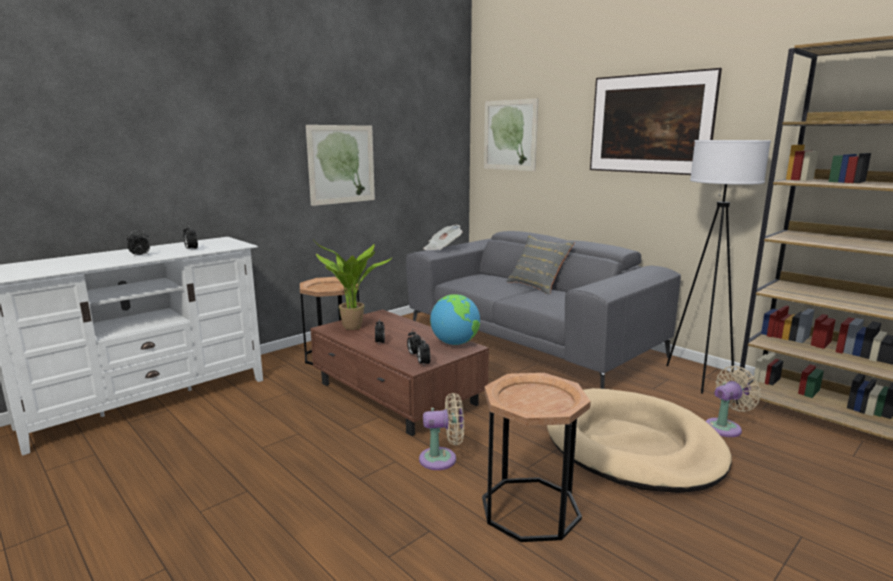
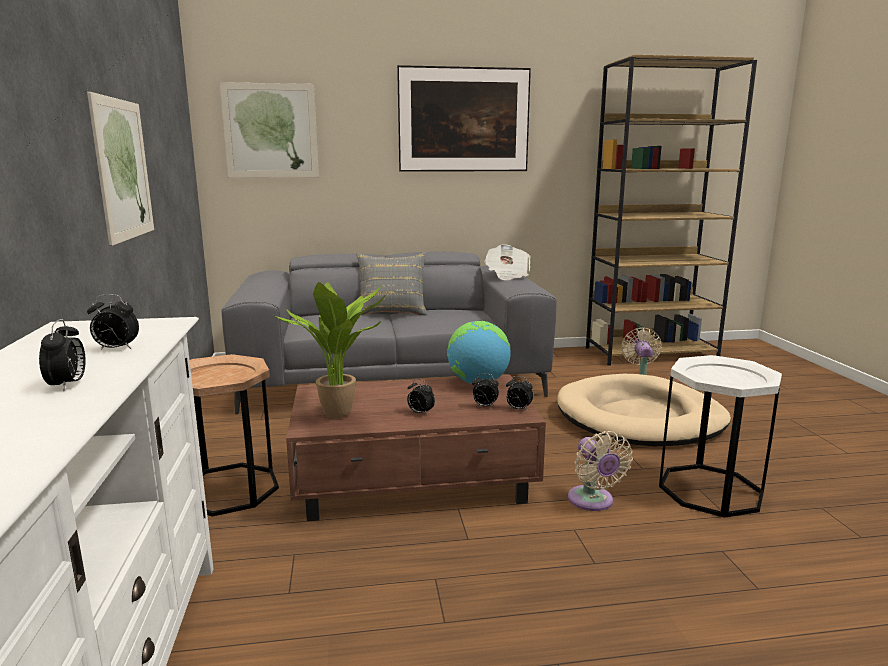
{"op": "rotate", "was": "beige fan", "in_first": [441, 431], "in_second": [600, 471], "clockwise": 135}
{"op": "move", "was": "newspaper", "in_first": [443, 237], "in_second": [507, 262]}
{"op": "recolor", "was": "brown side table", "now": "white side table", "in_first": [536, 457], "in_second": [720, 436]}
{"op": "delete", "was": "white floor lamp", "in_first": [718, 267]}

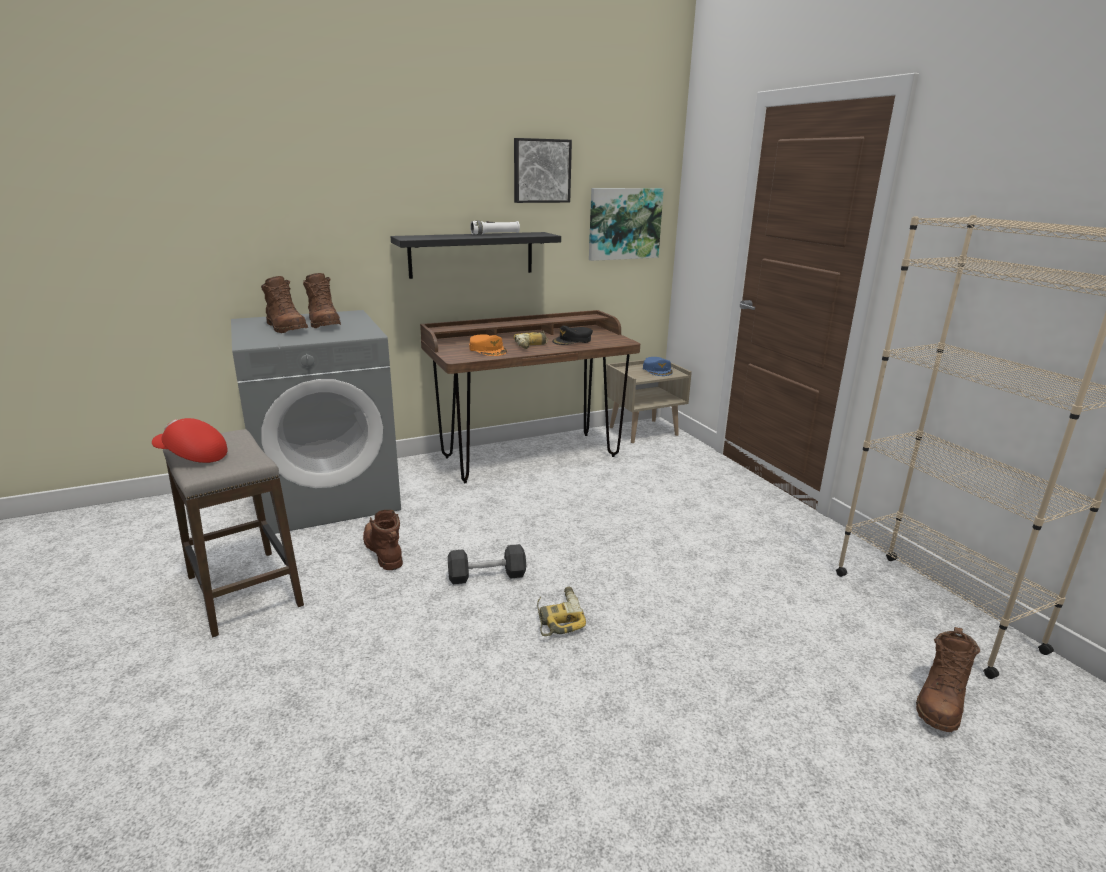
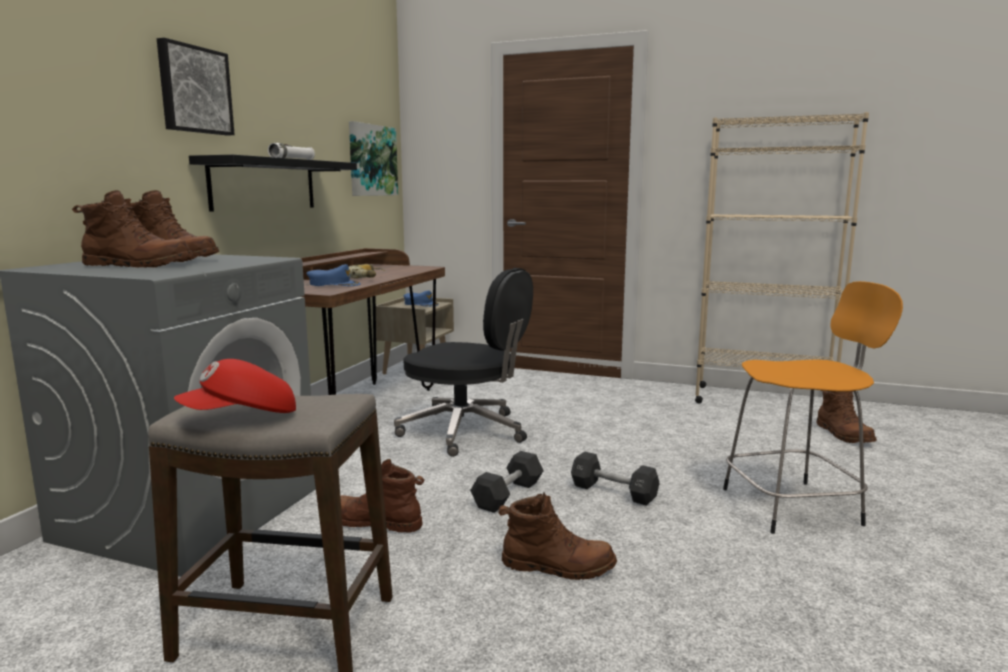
{"op": "recolor", "was": "orange cap", "now": "blue cap", "in_first": [488, 345], "in_second": [333, 275]}
{"op": "move", "was": "picture", "in_first": [543, 170], "in_second": [196, 87]}
{"op": "replace", "was": "power drill", "now": "black dumbbell", "in_first": [561, 611], "in_second": [615, 478]}
{"op": "delete", "was": "black cap", "in_first": [572, 335]}
{"op": "insert", "now": "black office chair", "in_second": [463, 362]}
{"op": "insert", "now": "brown boot", "in_second": [557, 536]}
{"op": "insert", "now": "orange stool", "in_second": [813, 407]}

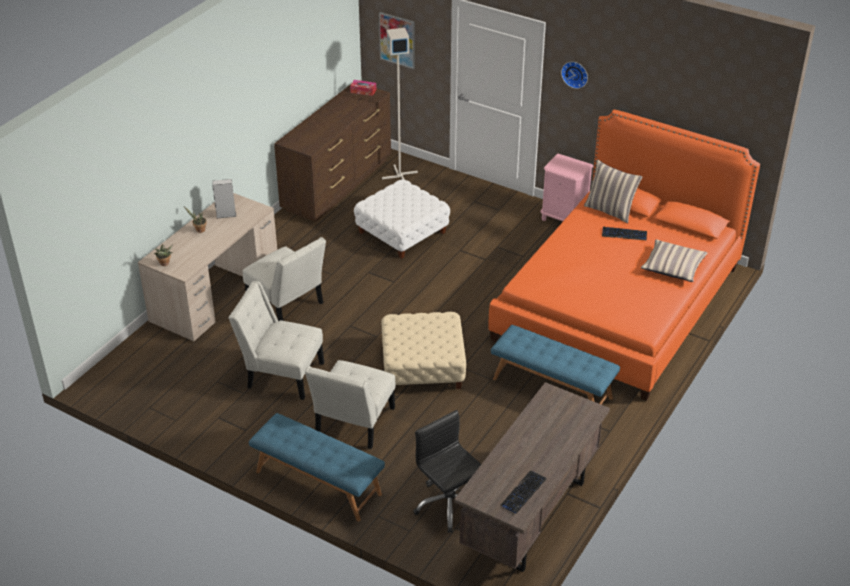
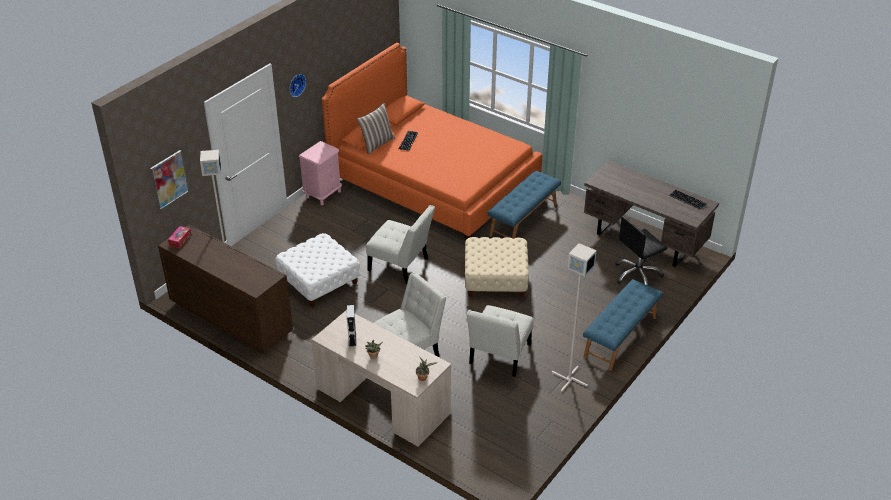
{"op": "move", "was": "white chair", "in_first": [350, 404], "in_second": [400, 244]}
{"op": "delete", "was": "pillow", "in_first": [674, 260]}
{"op": "insert", "now": "grey floor lamp", "in_second": [574, 317]}

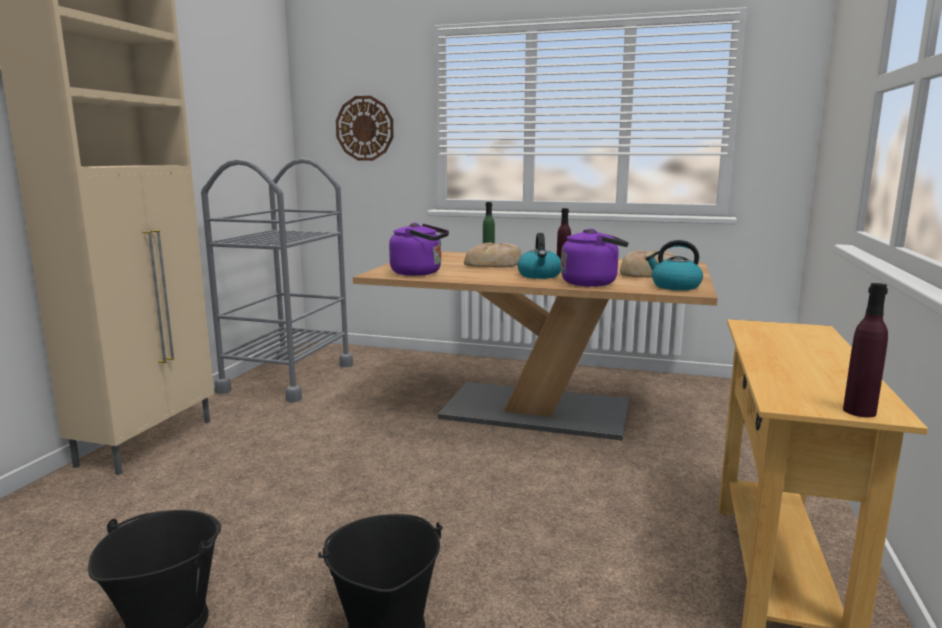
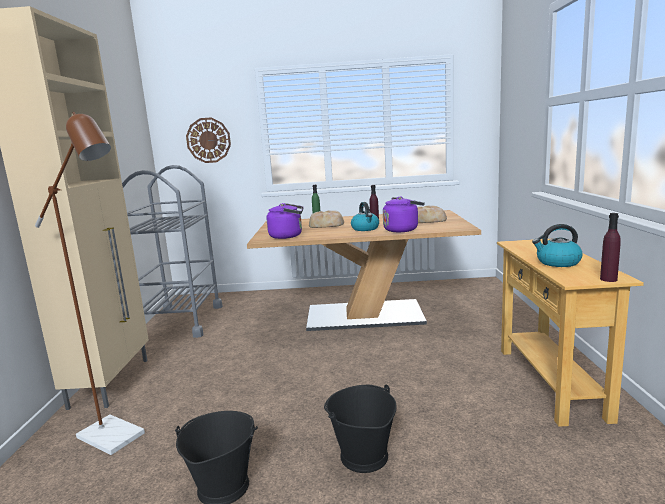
{"op": "move", "was": "kettle", "in_first": [674, 265], "in_second": [557, 245]}
{"op": "insert", "now": "brown floor lamp", "in_second": [90, 283]}

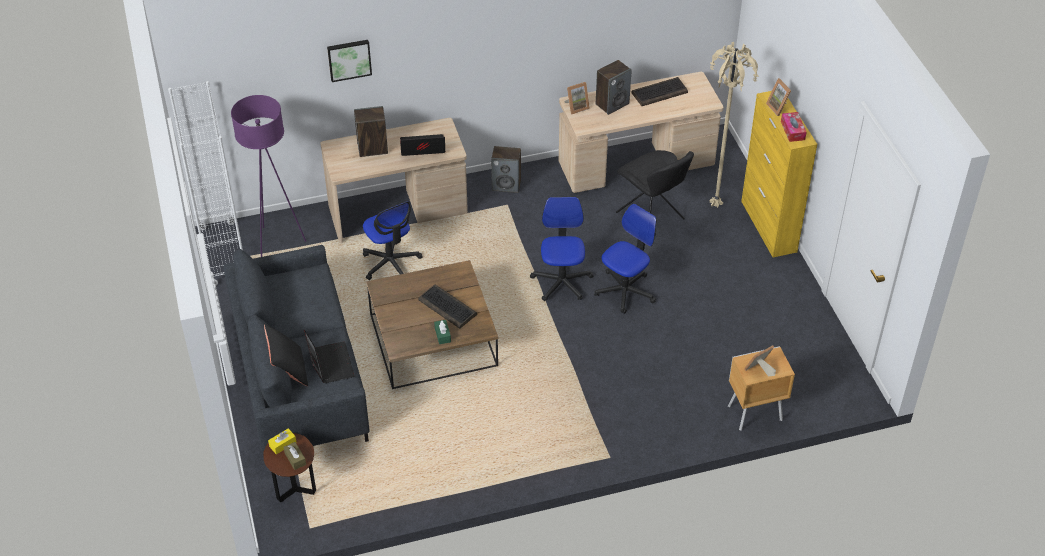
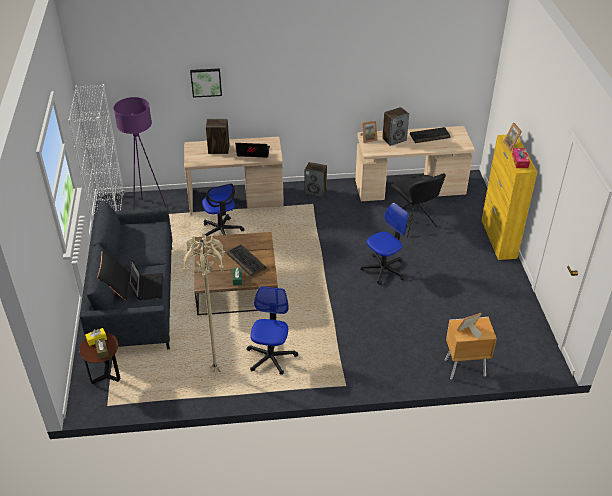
{"op": "move", "was": "office chair", "in_first": [562, 249], "in_second": [272, 330]}
{"op": "move", "was": "beige floor lamp", "in_first": [733, 125], "in_second": [204, 303]}

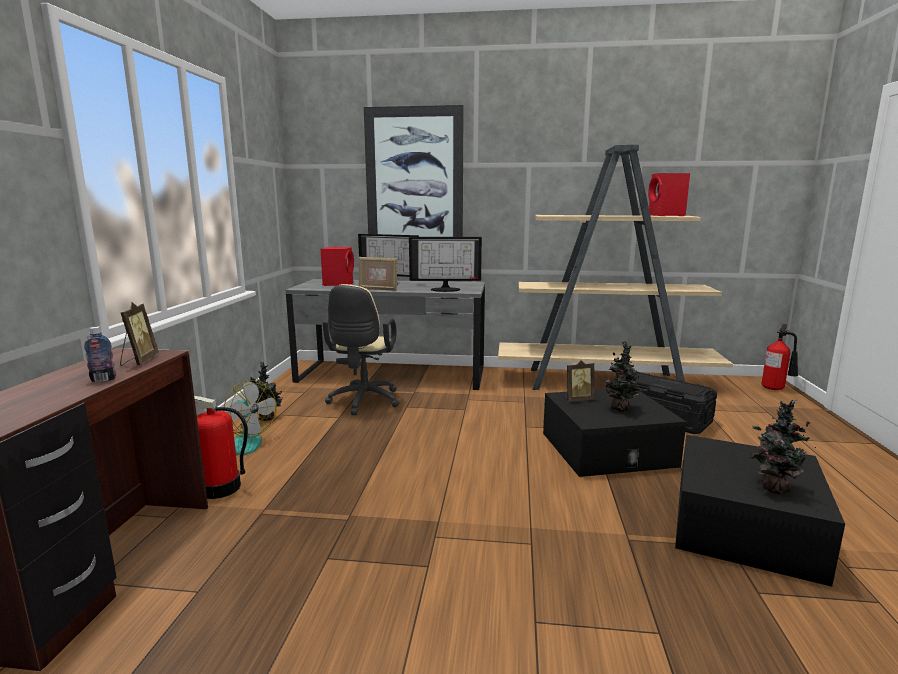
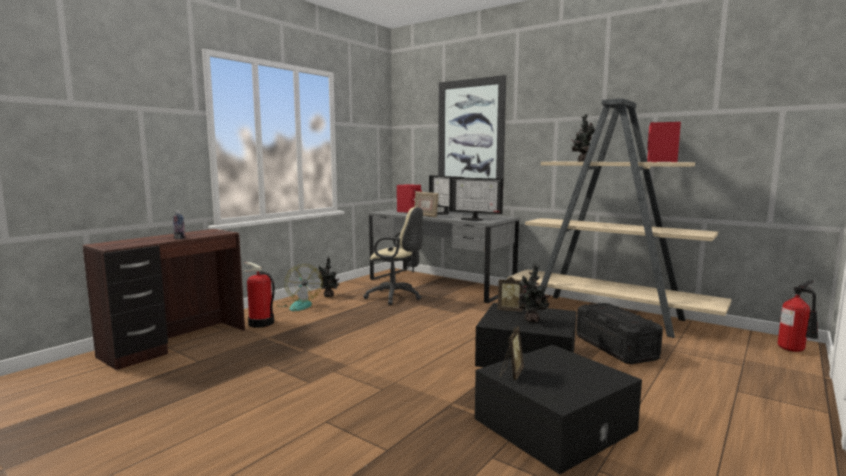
{"op": "move", "was": "picture frame", "in_first": [139, 334], "in_second": [512, 353]}
{"op": "rotate", "was": "beige office chair", "in_first": [361, 349], "in_second": [393, 256], "clockwise": -105}
{"op": "move", "was": "potted plant", "in_first": [782, 447], "in_second": [584, 138]}

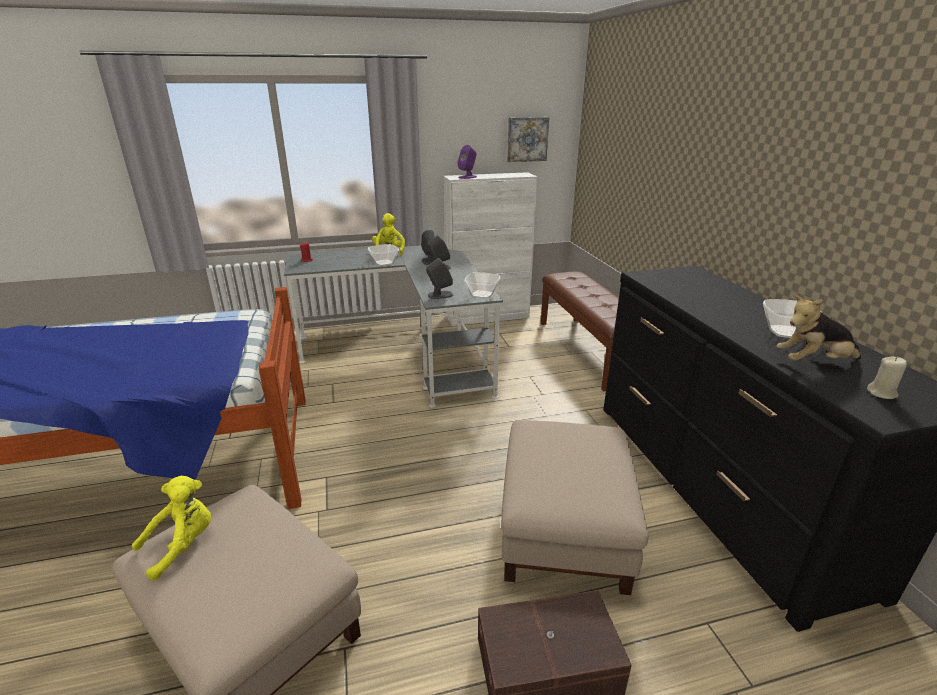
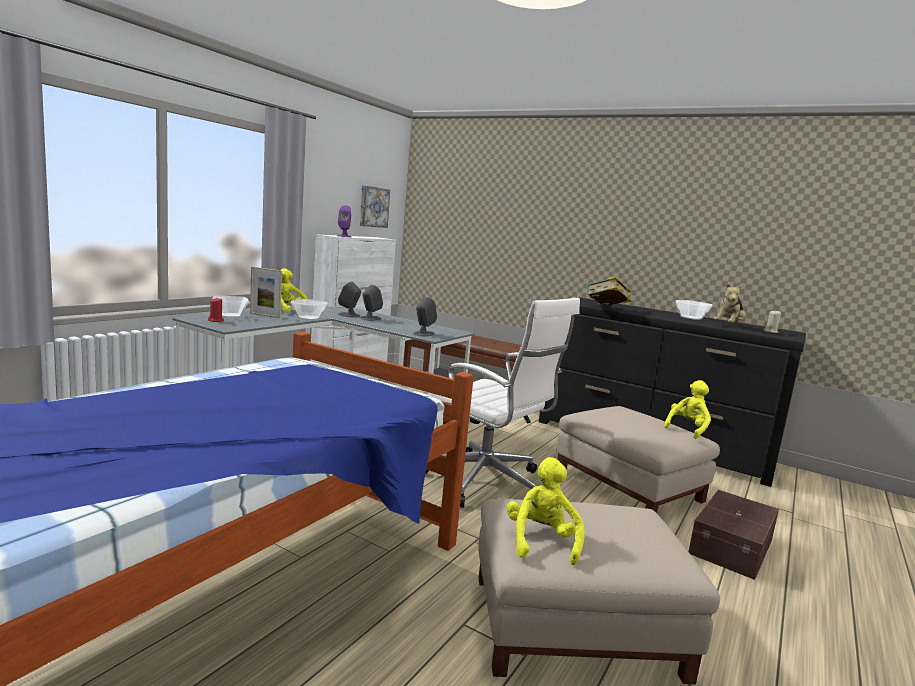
{"op": "move", "was": "bowl", "in_first": [482, 285], "in_second": [231, 307]}
{"op": "insert", "now": "picture frame", "in_second": [266, 292]}
{"op": "insert", "now": "white office chair", "in_second": [502, 403]}
{"op": "insert", "now": "book", "in_second": [609, 291]}
{"op": "insert", "now": "yellow plush toy", "in_second": [687, 409]}

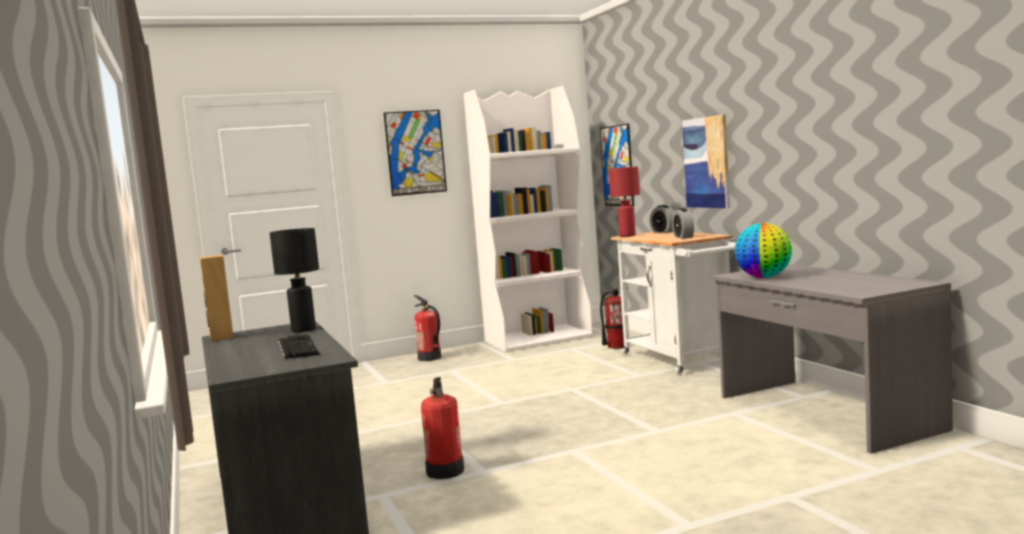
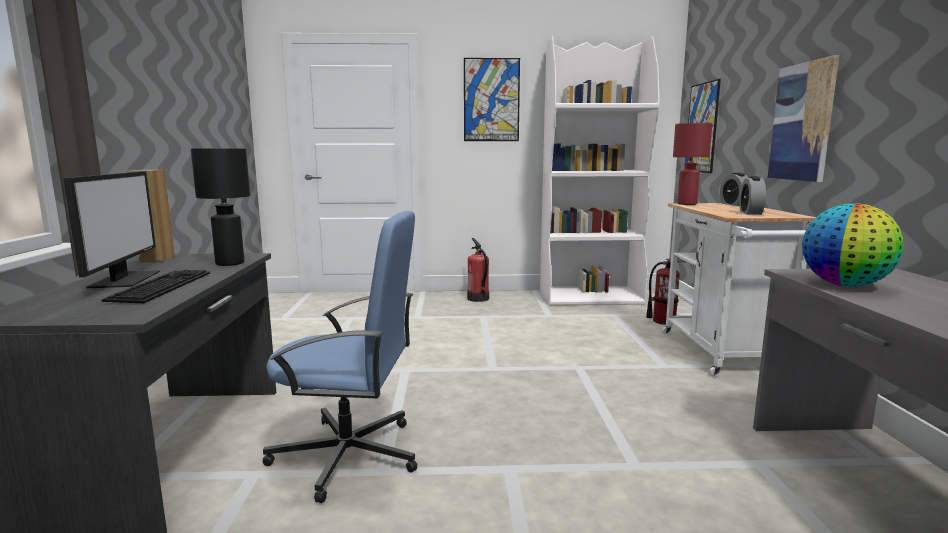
{"op": "replace", "was": "fire extinguisher", "now": "blue office chair", "in_first": [442, 428], "in_second": [339, 357]}
{"op": "insert", "now": "monitor", "in_second": [111, 229]}

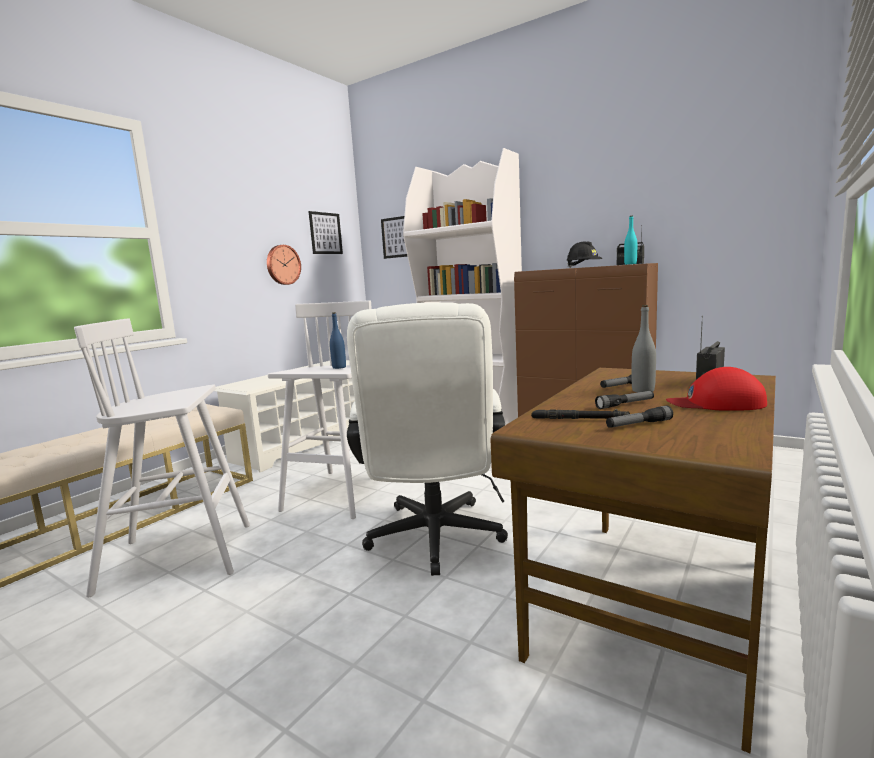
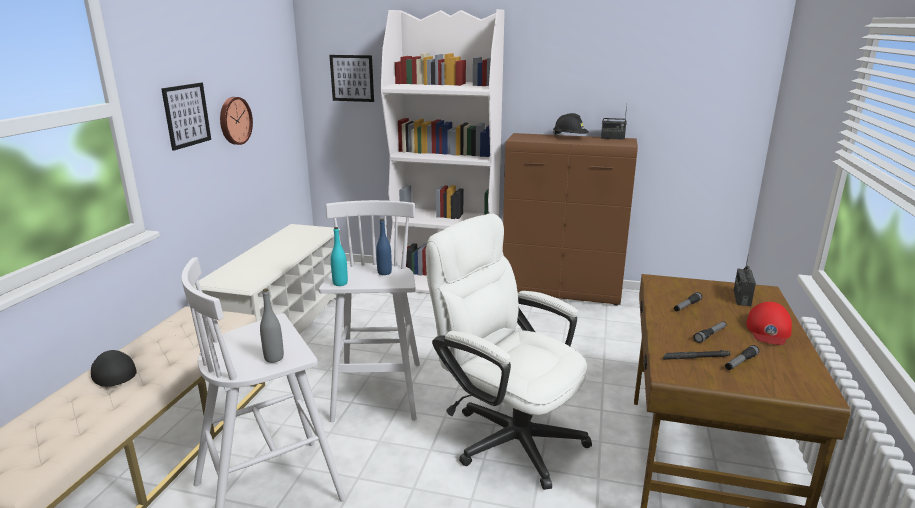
{"op": "move", "was": "picture", "in_first": [325, 232], "in_second": [186, 117]}
{"op": "rotate", "was": "white office chair", "in_first": [427, 439], "in_second": [509, 351], "clockwise": 150}
{"op": "move", "was": "turquoise bottle", "in_first": [630, 240], "in_second": [339, 256]}
{"op": "move", "was": "grey bottle", "in_first": [644, 348], "in_second": [272, 325]}
{"op": "rotate", "was": "red cap", "in_first": [716, 389], "in_second": [769, 323], "clockwise": -60}
{"op": "insert", "now": "black cap", "in_second": [114, 368]}

